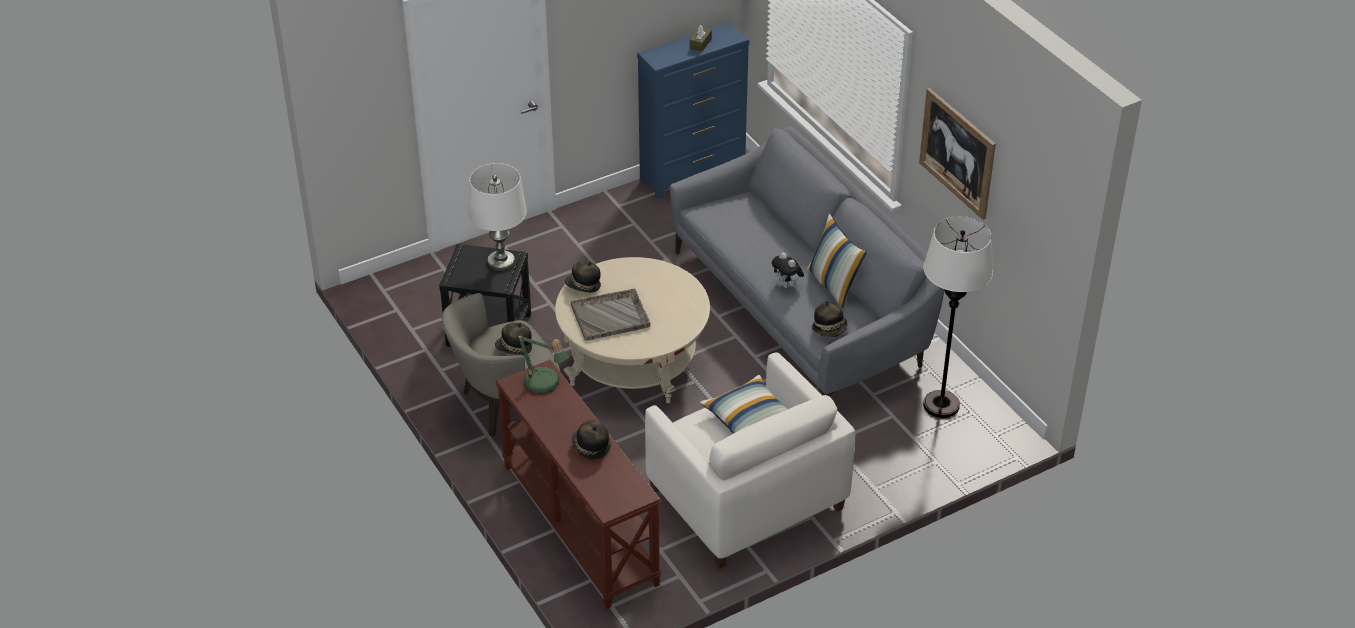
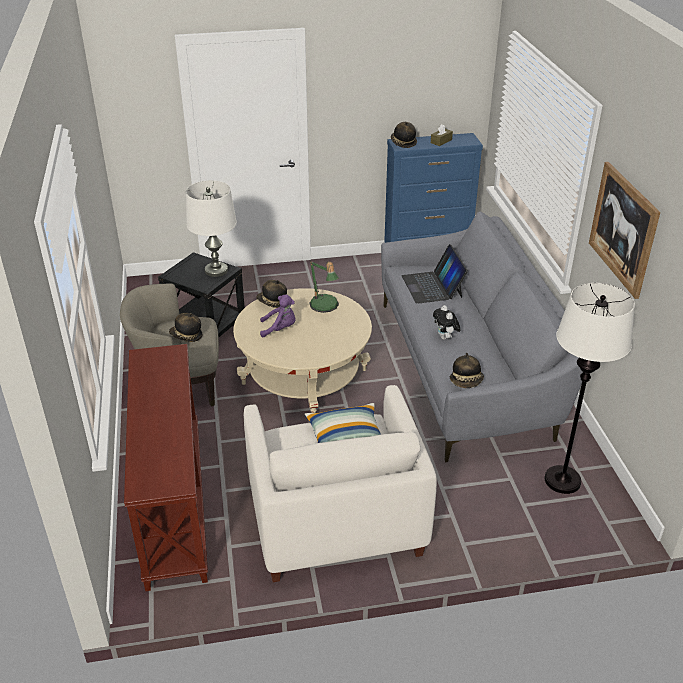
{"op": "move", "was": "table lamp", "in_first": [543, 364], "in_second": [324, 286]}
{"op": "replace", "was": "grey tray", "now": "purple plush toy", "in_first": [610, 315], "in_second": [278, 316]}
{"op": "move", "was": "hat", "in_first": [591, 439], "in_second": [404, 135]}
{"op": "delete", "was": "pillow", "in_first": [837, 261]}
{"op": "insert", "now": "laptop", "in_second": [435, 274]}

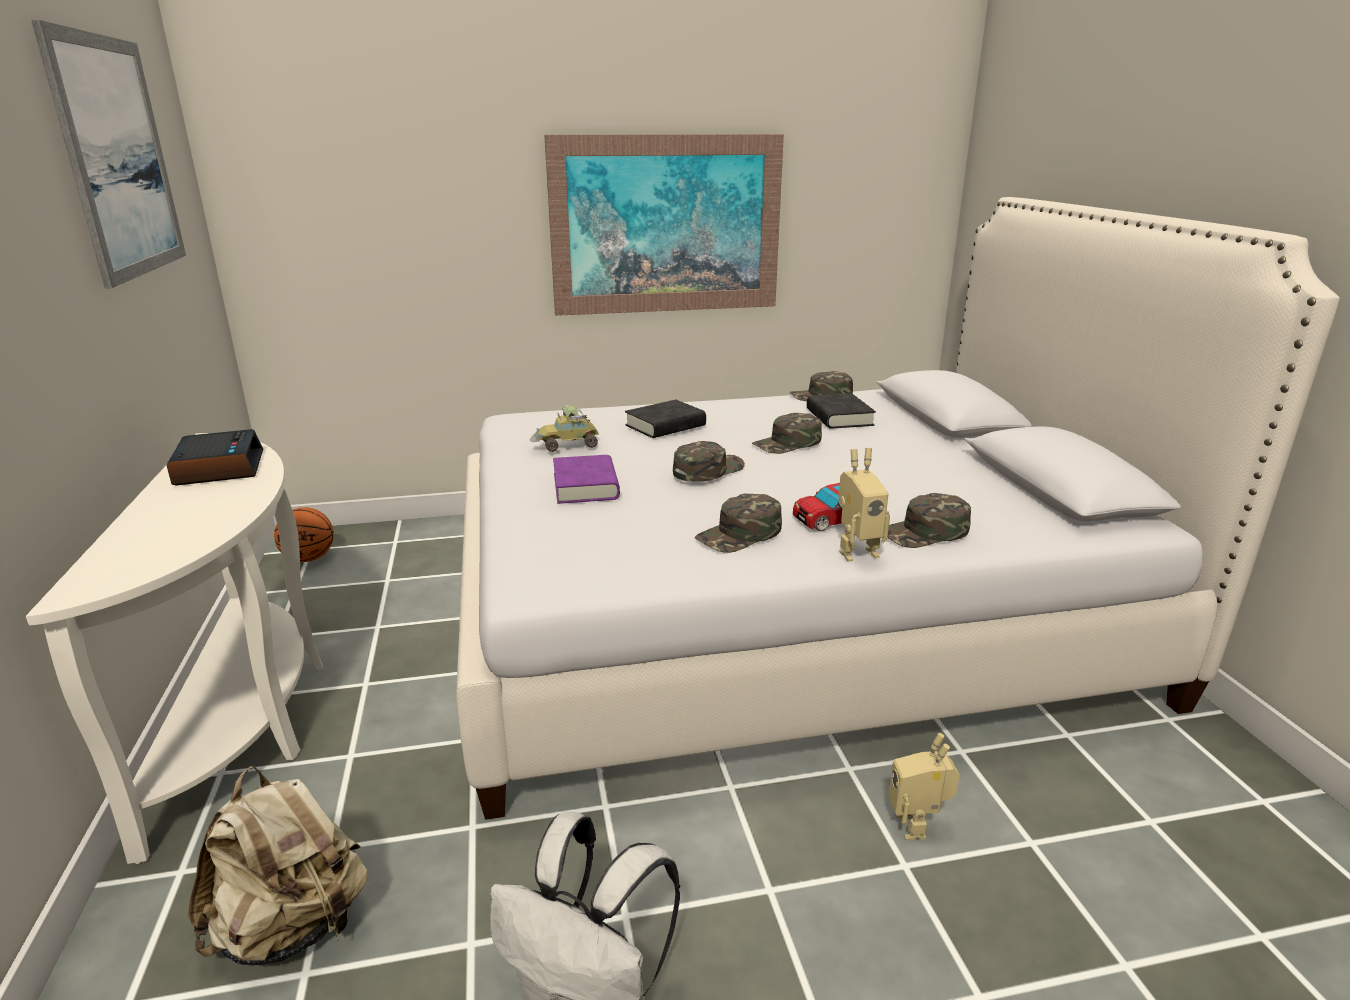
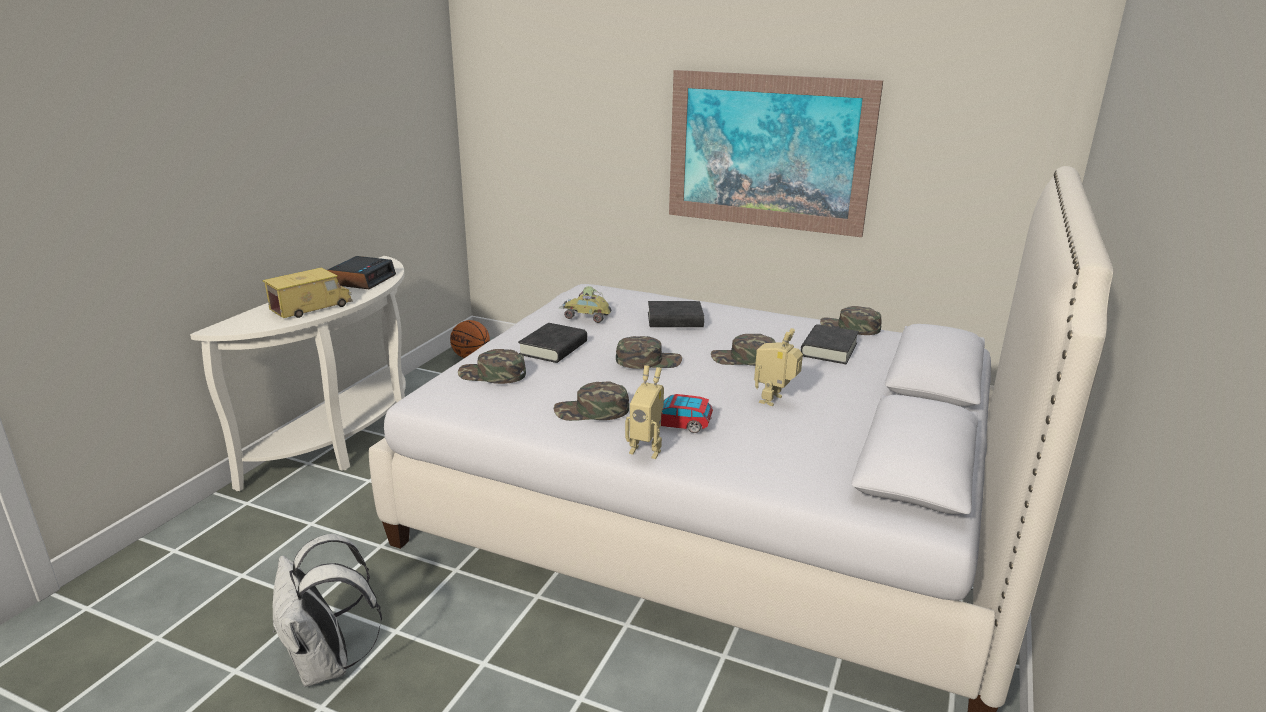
{"op": "delete", "was": "picture", "in_first": [108, 154]}
{"op": "delete", "was": "beige backpack", "in_first": [278, 865]}
{"op": "recolor", "was": "purple book", "now": "black book", "in_first": [586, 479], "in_second": [552, 343]}
{"op": "move", "was": "green cap", "in_first": [929, 520], "in_second": [492, 366]}
{"op": "move", "was": "toy robot", "in_first": [924, 787], "in_second": [778, 367]}
{"op": "insert", "now": "toy truck", "in_second": [307, 292]}

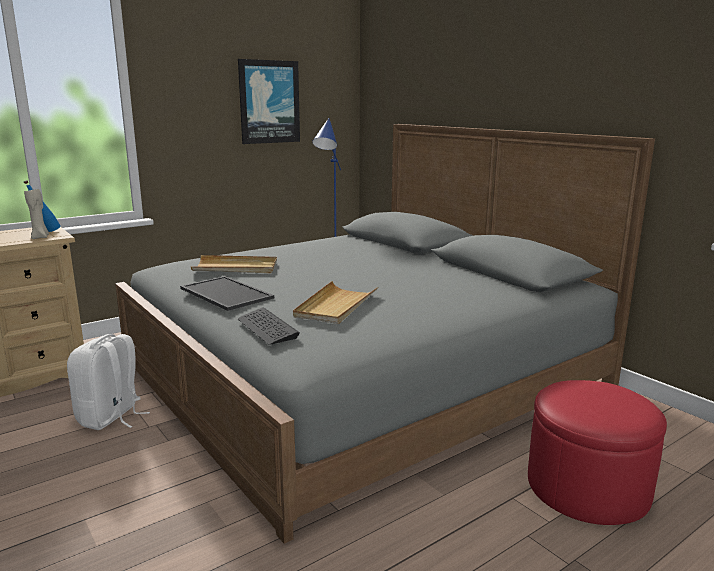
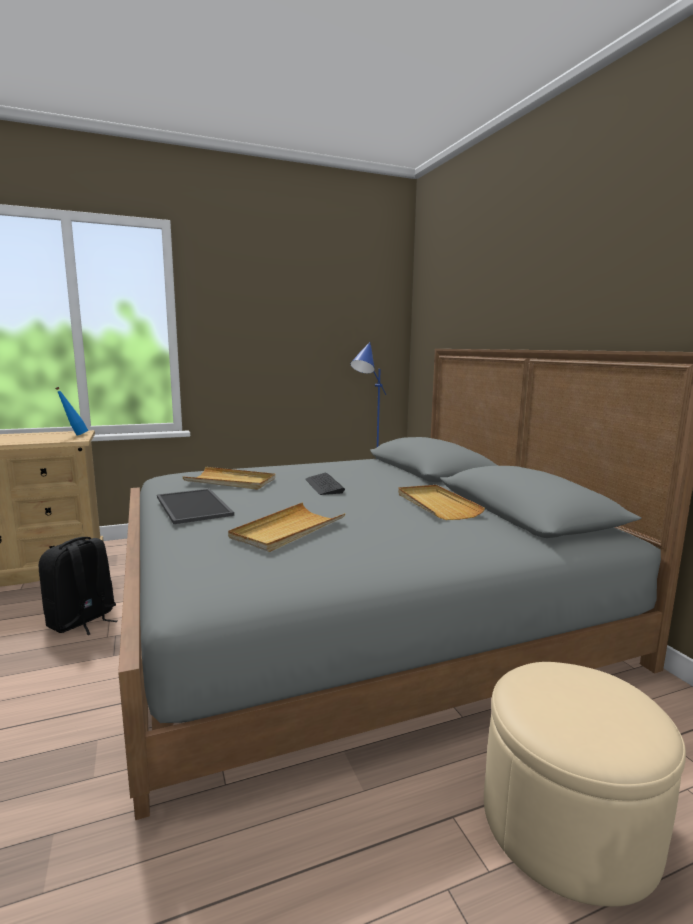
{"op": "delete", "was": "beige candle", "in_first": [36, 214]}
{"op": "recolor", "was": "white backpack", "now": "black backpack", "in_first": [108, 382], "in_second": [78, 586]}
{"op": "delete", "was": "picture", "in_first": [269, 101]}
{"op": "move", "was": "keyboard", "in_first": [269, 326], "in_second": [325, 484]}
{"op": "recolor", "was": "red ottoman", "now": "beige ottoman", "in_first": [597, 452], "in_second": [585, 784]}
{"op": "insert", "now": "beige tray", "in_second": [441, 502]}

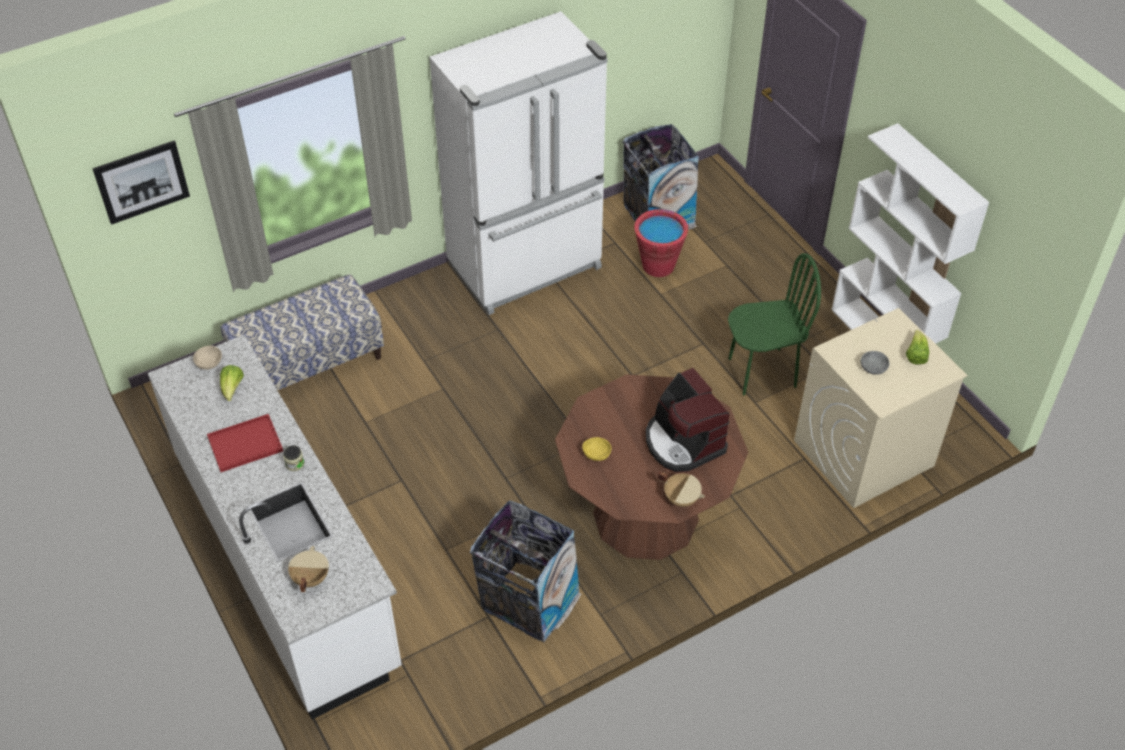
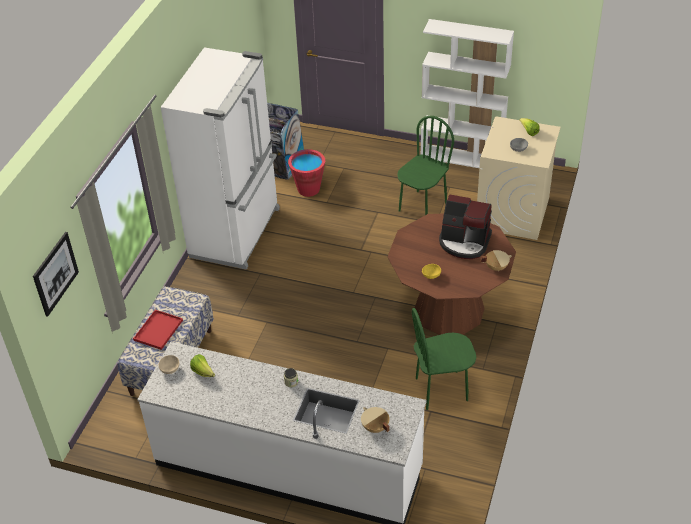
{"op": "move", "was": "red tray", "in_first": [245, 443], "in_second": [158, 330]}
{"op": "replace", "was": "trash can", "now": "green chair", "in_first": [525, 571], "in_second": [444, 359]}

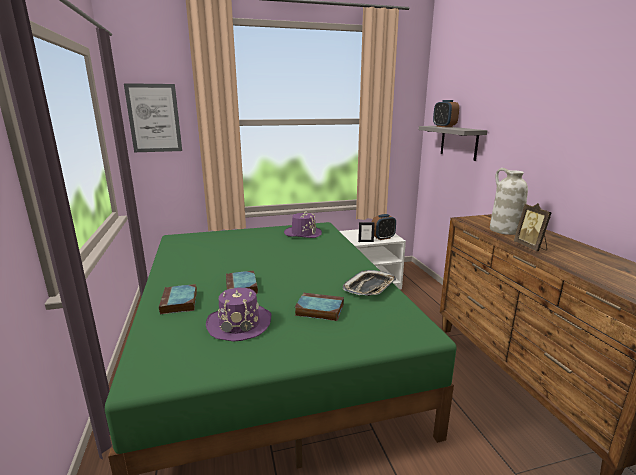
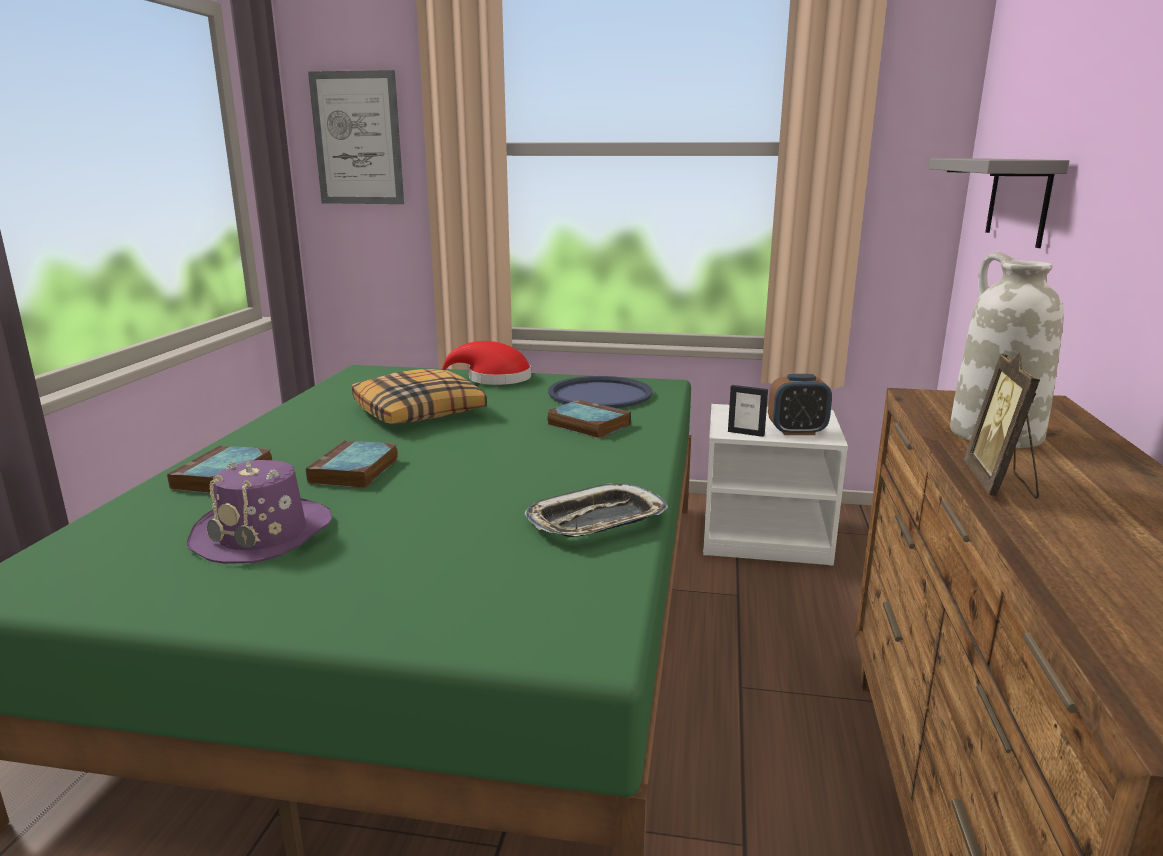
{"op": "replace", "was": "purple hat", "now": "blue tray", "in_first": [303, 224], "in_second": [600, 392]}
{"op": "move", "was": "book", "in_first": [319, 307], "in_second": [589, 419]}
{"op": "delete", "was": "alarm clock", "in_first": [446, 113]}
{"op": "insert", "now": "pillow", "in_second": [419, 396]}
{"op": "insert", "now": "red hat", "in_second": [486, 363]}

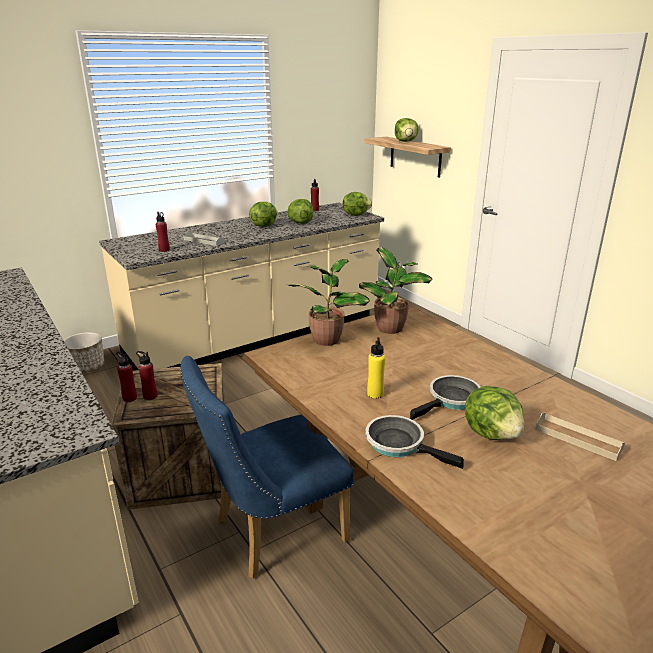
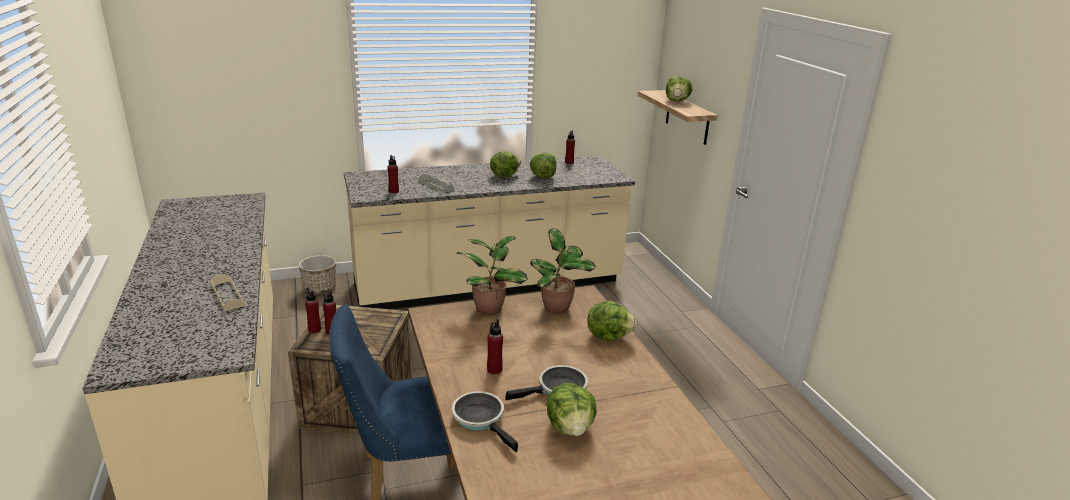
{"op": "move", "was": "lettuce", "in_first": [357, 204], "in_second": [612, 321]}
{"op": "recolor", "was": "yellow bottle", "now": "red bottle", "in_first": [376, 367], "in_second": [495, 346]}
{"op": "move", "was": "beige tray", "in_first": [580, 437], "in_second": [227, 292]}

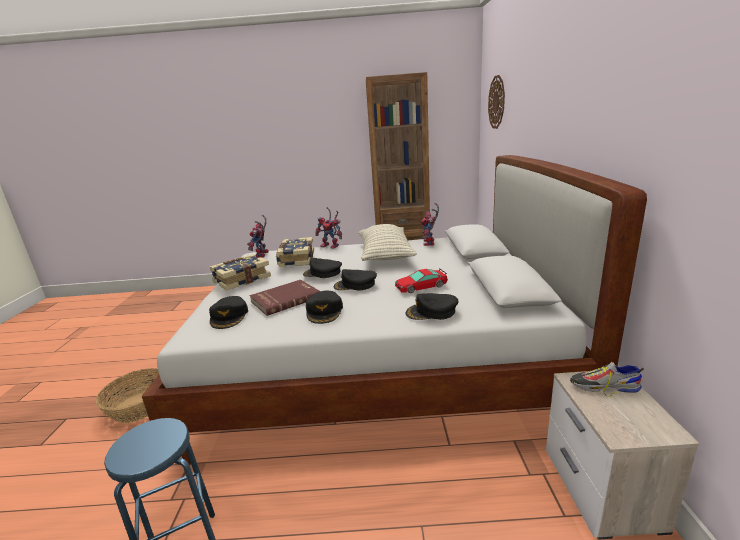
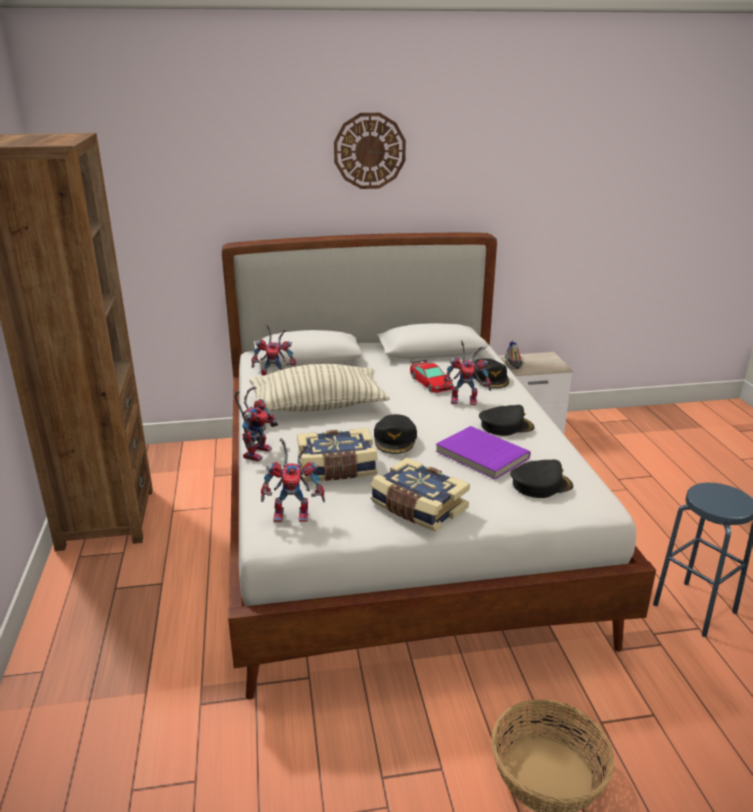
{"op": "recolor", "was": "red book", "now": "purple book", "in_first": [284, 298], "in_second": [483, 452]}
{"op": "delete", "was": "black cap", "in_first": [355, 280]}
{"op": "move", "was": "wall clock", "in_first": [496, 102], "in_second": [370, 151]}
{"op": "insert", "now": "toy robot", "in_second": [467, 372]}

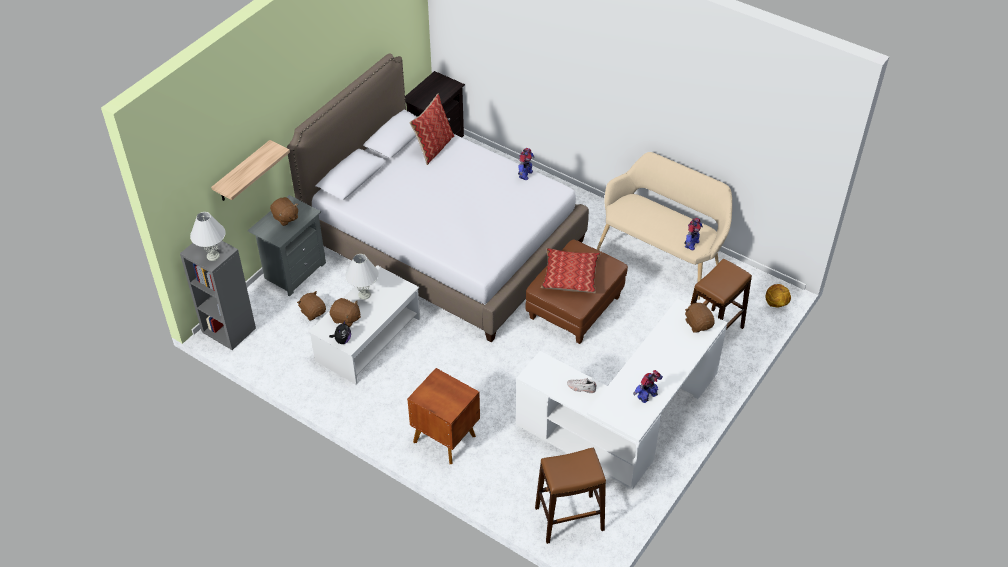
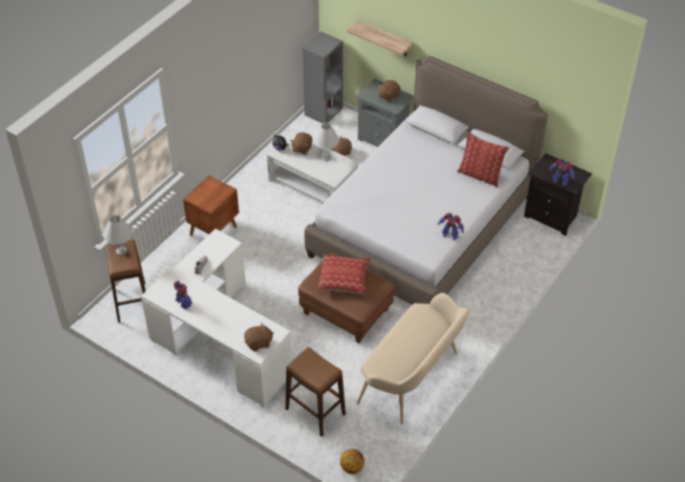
{"op": "move", "was": "white table lamp", "in_first": [208, 236], "in_second": [118, 235]}
{"op": "move", "was": "toy robot", "in_first": [693, 234], "in_second": [561, 172]}

